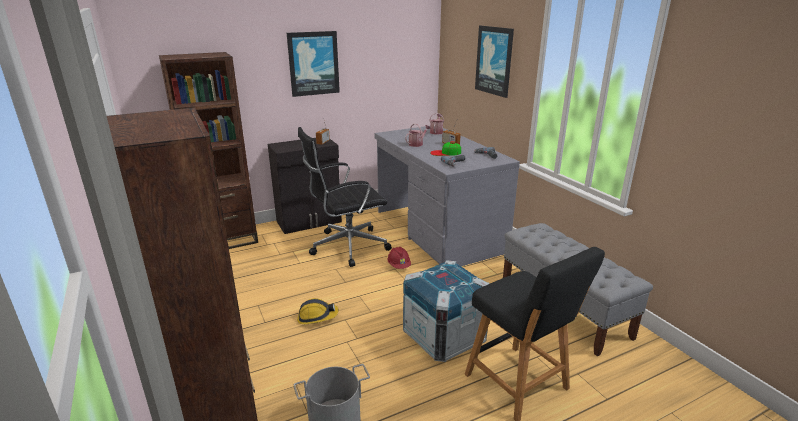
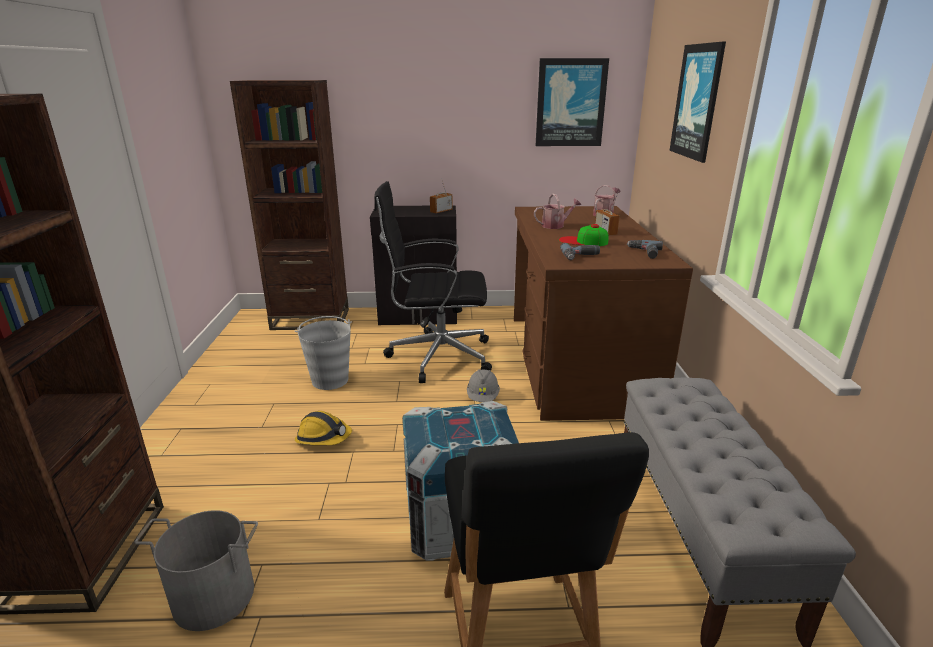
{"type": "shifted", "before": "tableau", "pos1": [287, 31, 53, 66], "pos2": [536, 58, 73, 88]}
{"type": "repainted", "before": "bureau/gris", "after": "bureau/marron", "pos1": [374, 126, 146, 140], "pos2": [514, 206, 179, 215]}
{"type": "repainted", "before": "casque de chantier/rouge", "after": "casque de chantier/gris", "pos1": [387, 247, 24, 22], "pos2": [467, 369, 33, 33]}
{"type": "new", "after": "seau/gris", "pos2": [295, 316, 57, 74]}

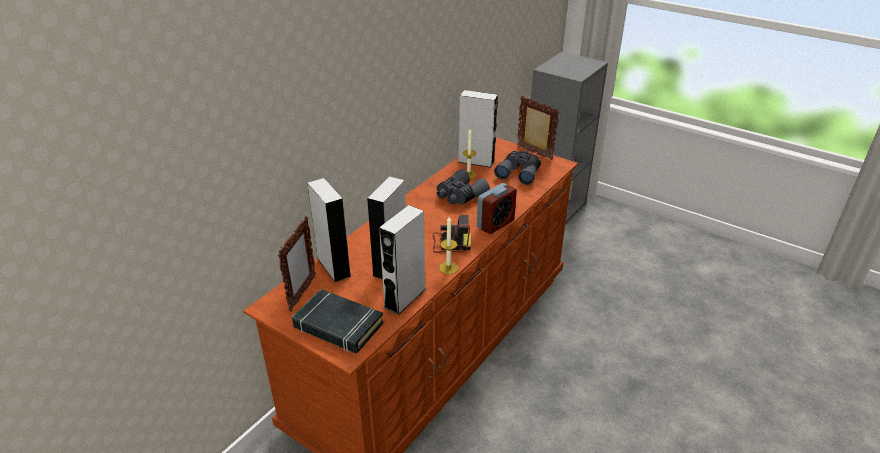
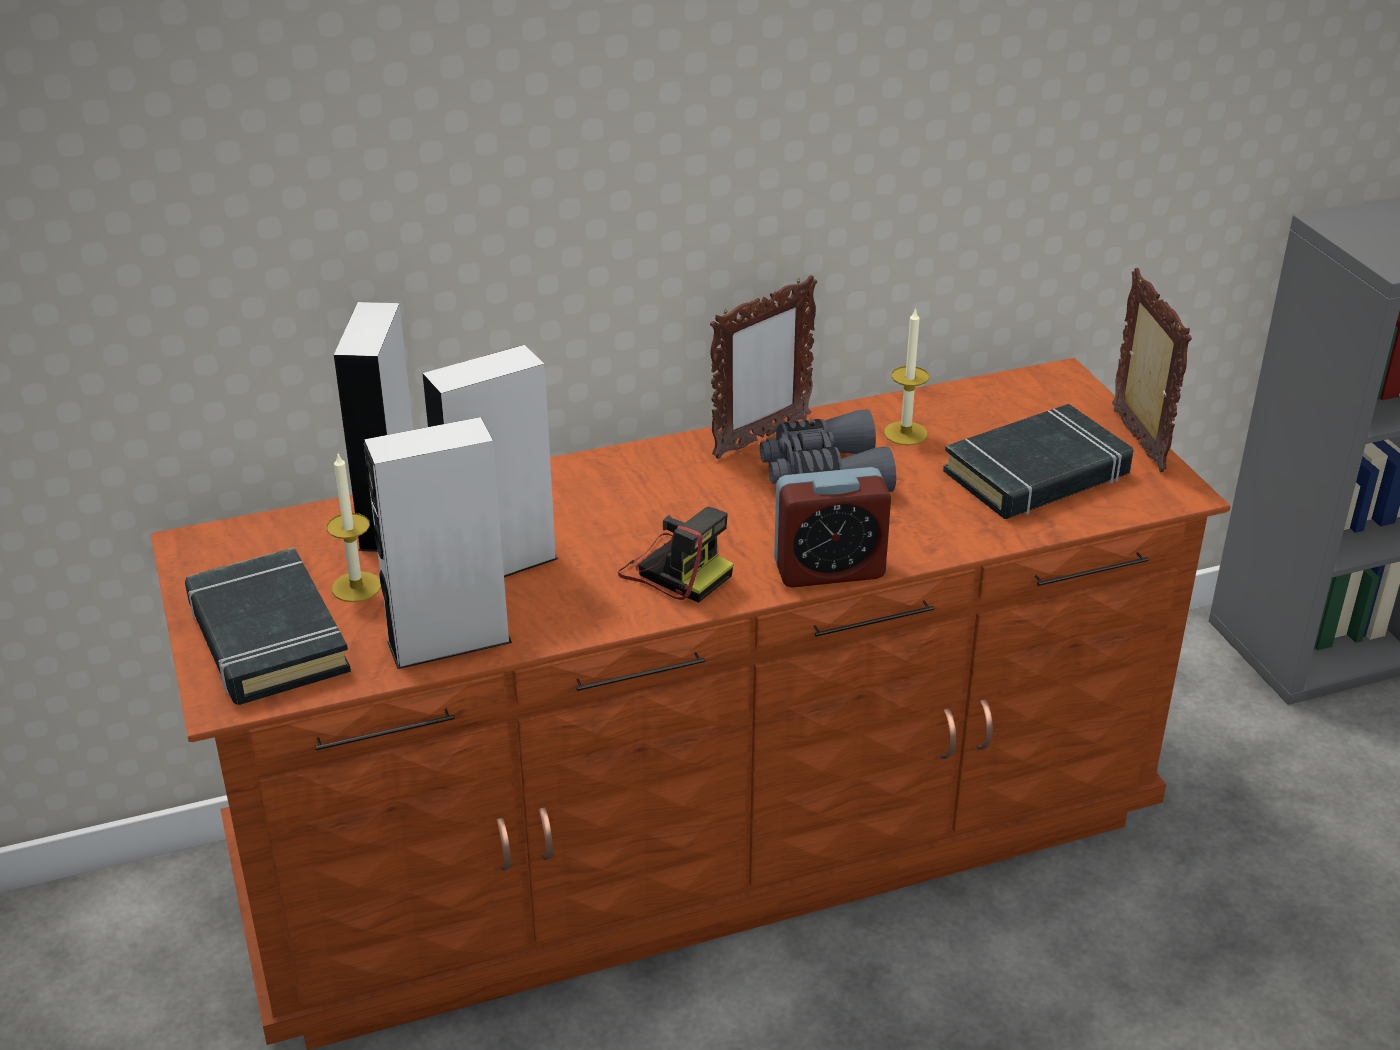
{"type": "gone", "before": "enceinte/gris", "pos1": [458, 90, 40, 78]}
{"type": "swapped", "before": "jumelles/gris", "after": "livre/noir", "pos1": [494, 151, 47, 34], "pos2": [943, 404, 191, 115]}
{"type": "shifted", "before": "cadre photo", "pos1": [278, 216, 38, 96], "pos2": [710, 275, 107, 184]}
{"type": "shifted", "before": "bougie", "pos1": [439, 217, 19, 57], "pos2": [327, 454, 54, 148]}

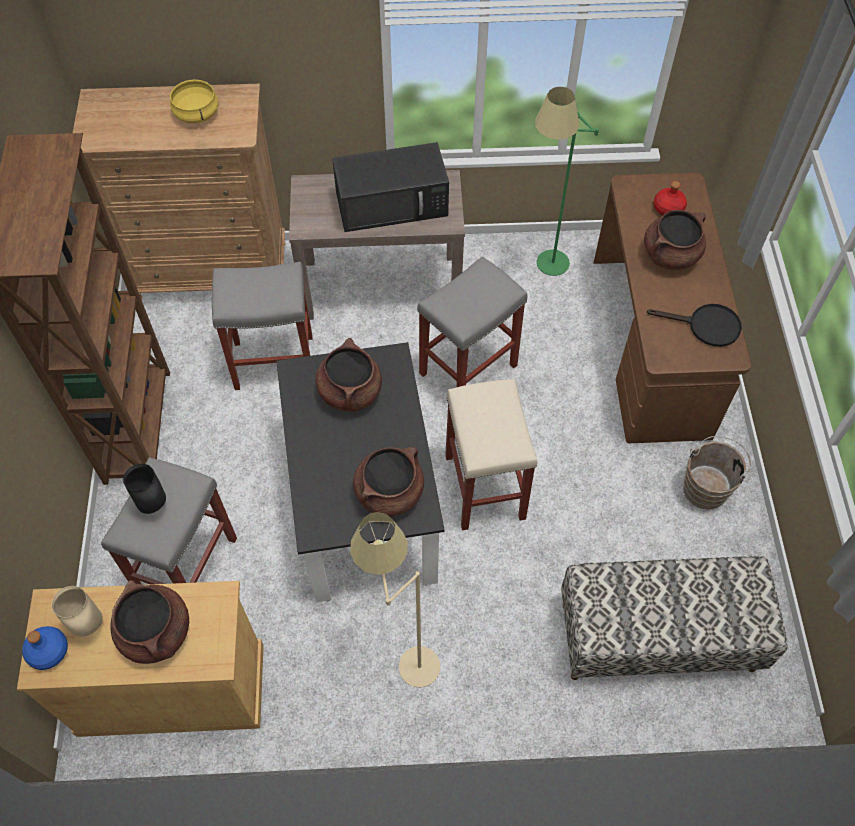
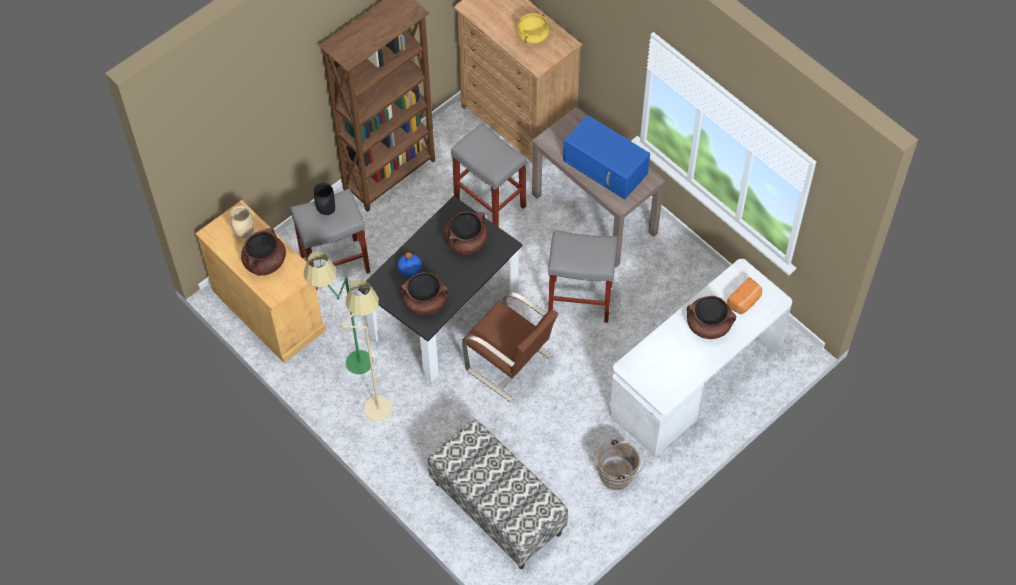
{"type": "shifted", "before": "lampadaire/vert", "pos1": [535, 87, 64, 189], "pos2": [304, 251, 69, 123]}
{"type": "repainted", "before": "micro-ondes/noir", "after": "micro-ondes/bleu", "pos1": [332, 142, 117, 90], "pos2": [563, 115, 87, 84]}
{"type": "repainted", "before": "bureau/marron", "after": "bureau/blanc", "pos1": [594, 173, 158, 270], "pos2": [609, 259, 183, 198]}
{"type": "swapped", "before": "bouteille/rouge", "after": "pain", "pos1": [654, 181, 33, 35], "pos2": [727, 278, 35, 36]}
{"type": "gone", "before": "poêle/noir", "pos1": [647, 304, 95, 43]}
{"type": "swapped", "before": "tabouret/beige", "after": "chaise/marron", "pos1": [445, 379, 92, 151], "pos2": [462, 292, 96, 110]}
{"type": "shifted", "before": "bouteille/bleu", "pos1": [22, 626, 46, 44], "pos2": [397, 252, 25, 25]}

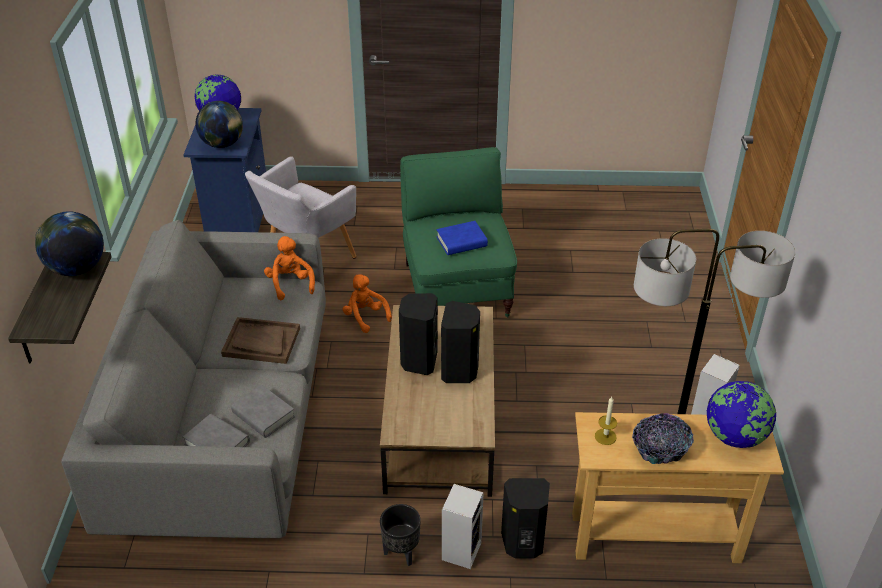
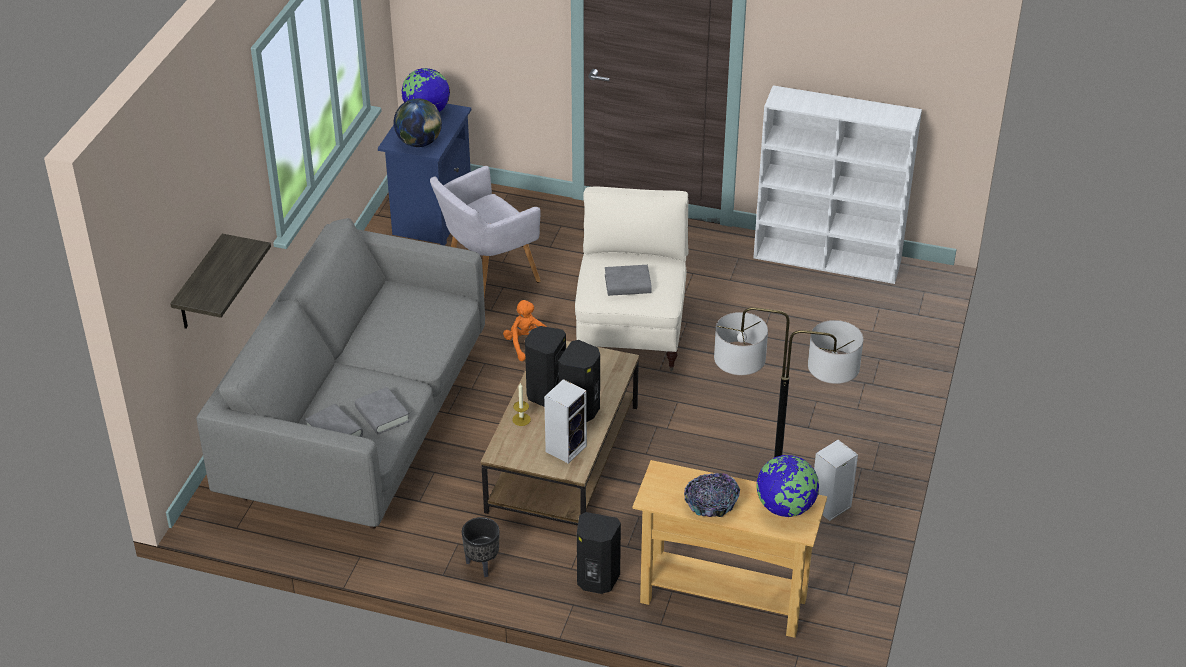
{"type": "repainted", "before": "fauteuil/vert", "after": "fauteuil/beige", "pos1": [400, 147, 117, 170], "pos2": [575, 186, 114, 185]}
{"type": "gone", "before": "globe", "pos1": [35, 211, 69, 65]}
{"type": "repainted", "before": "livre/bleu", "after": "livre/gris", "pos1": [437, 221, 51, 34], "pos2": [605, 265, 47, 31]}
{"type": "gone", "before": "peluche/orange", "pos1": [264, 236, 51, 64]}
{"type": "gone", "before": "plateau/marron", "pos1": [221, 317, 79, 47]}
{"type": "shifted", "before": "bougie", "pos1": [595, 397, 22, 48], "pos2": [512, 383, 19, 43]}
{"type": "shifted", "before": "enceinte", "pos1": [442, 484, 42, 85], "pos2": [544, 379, 43, 85]}
{"type": "new", "after": "bibliothèque/blanc", "pos2": [753, 85, 169, 199]}

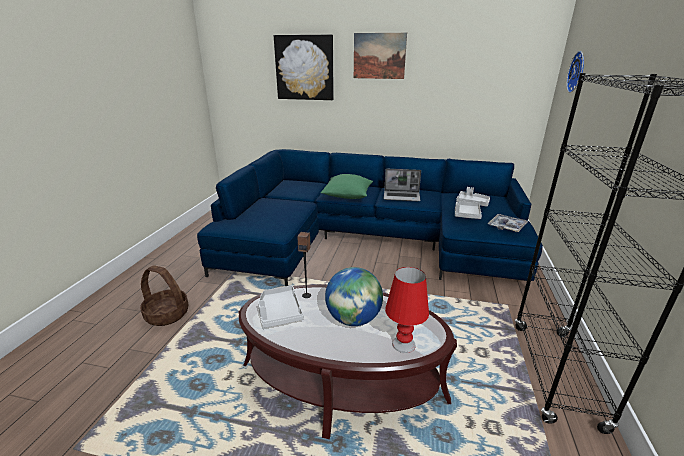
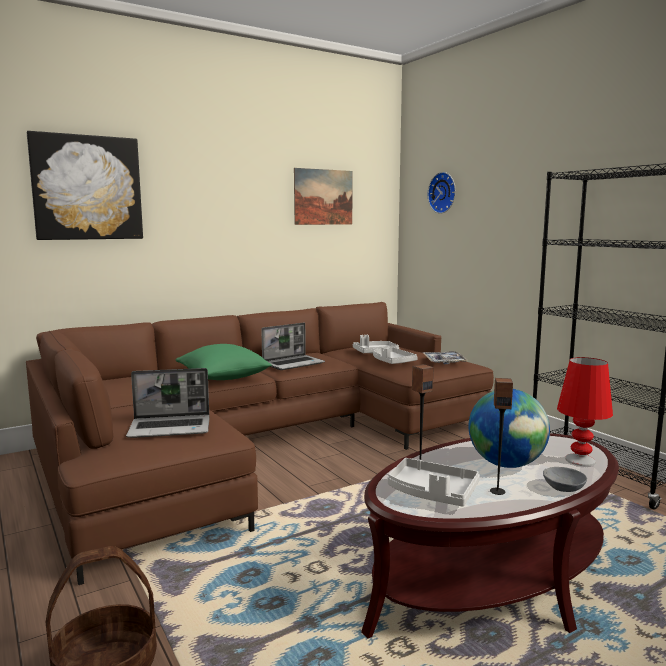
{"type": "shifted", "before": "tableau", "pos1": [354, 33, 53, 46], "pos2": [294, 168, 59, 57]}
{"type": "repainted", "before": "canapé/bleu", "after": "canapé/marron", "pos1": [197, 149, 346, 141], "pos2": [26, 302, 468, 283]}
{"type": "new", "after": "ordinateur portable", "pos2": [126, 368, 84, 70]}
{"type": "new", "after": "enceinte", "pos2": [490, 378, 23, 117]}
{"type": "new", "after": "bol/gris", "pos2": [543, 467, 44, 25]}

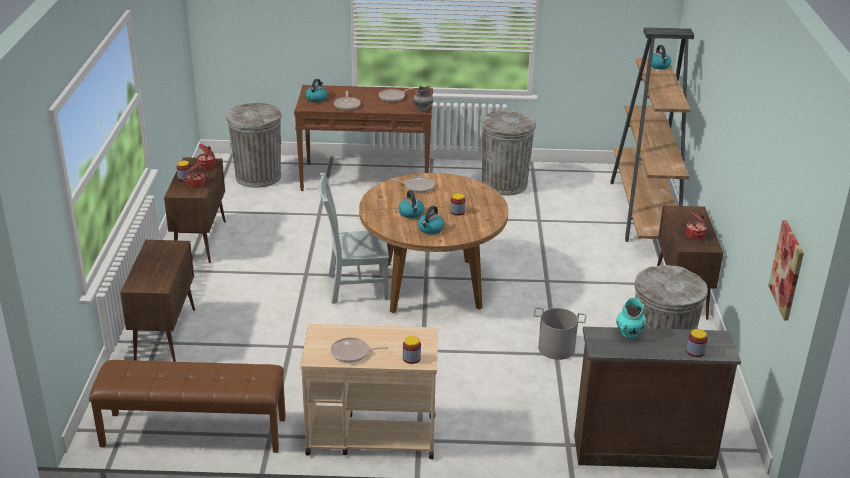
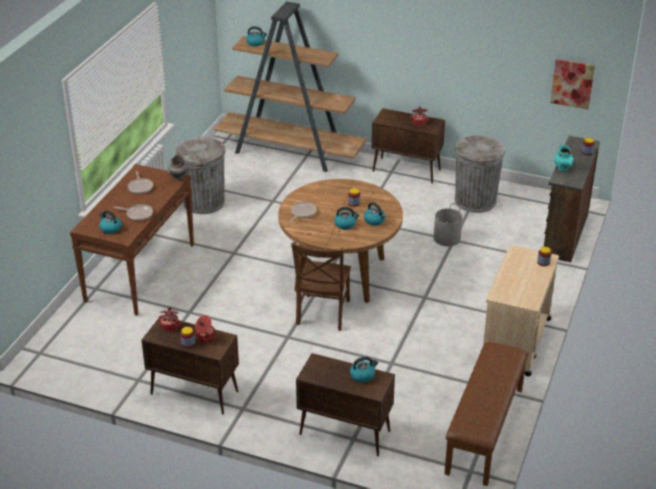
{"type": "gone", "before": "poubelle/gris", "pos1": [226, 103, 56, 85]}
{"type": "repainted", "before": "chaise/gris", "after": "chaise/marron", "pos1": [319, 173, 70, 131], "pos2": [291, 242, 60, 89]}
{"type": "gone", "before": "poêle", "pos1": [330, 337, 58, 26]}
{"type": "new", "after": "bouilloire", "pos2": [350, 357, 28, 26]}

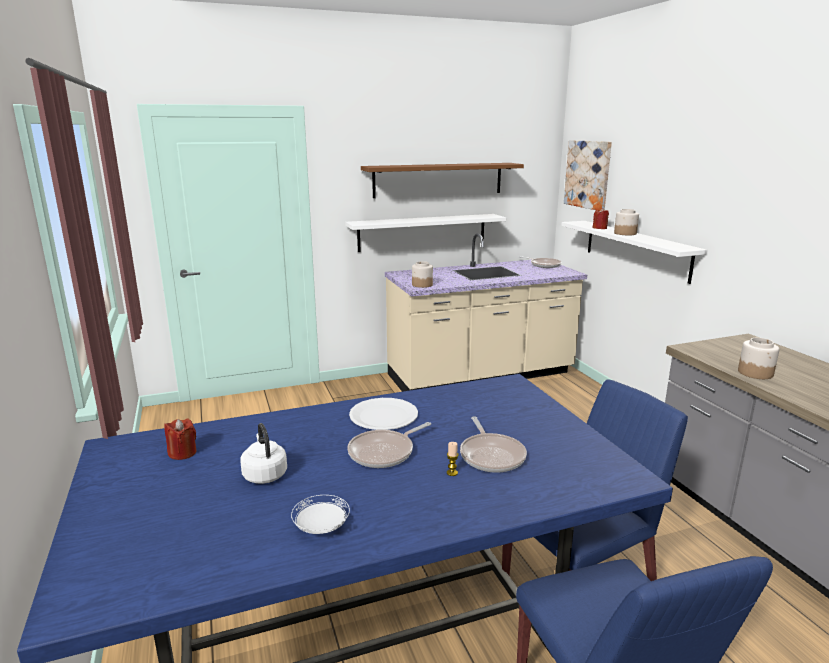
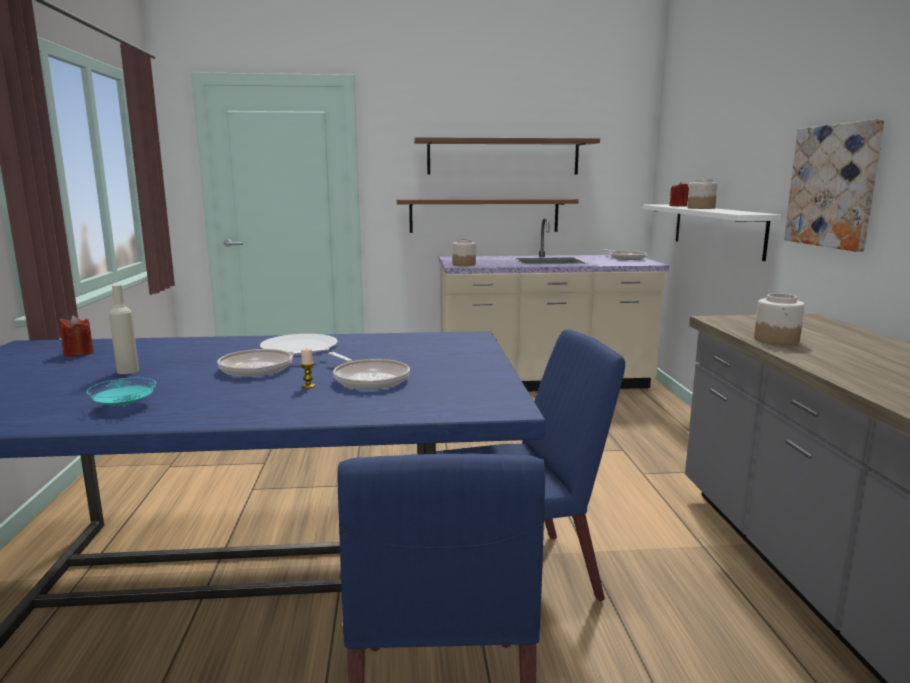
{"type": "shifted", "before": "tableau", "pos1": [564, 140, 48, 71], "pos2": [784, 119, 100, 133]}
{"type": "repainted", "before": "étagère/blanc", "after": "étagère/marron", "pos1": [346, 214, 160, 38], "pos2": [397, 198, 181, 35]}
{"type": "rotated", "before": "poêle", "pos1": [460, 416, 67, 57], "pos2": [328, 352, 82, 38], "turn": -45}
{"type": "swapped", "before": "bouilloire/blanc", "after": "bouteille/beige", "pos1": [240, 423, 47, 61], "pos2": [109, 285, 30, 89]}
{"type": "repainted", "before": "assiette/blanc", "after": "assiette/turquoise", "pos1": [291, 495, 59, 39], "pos2": [87, 378, 69, 29]}

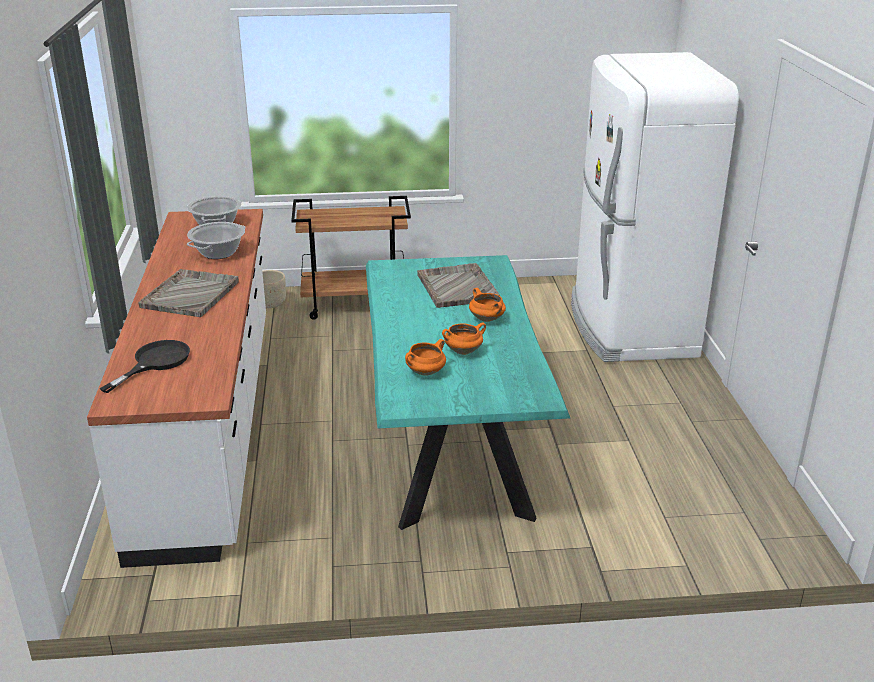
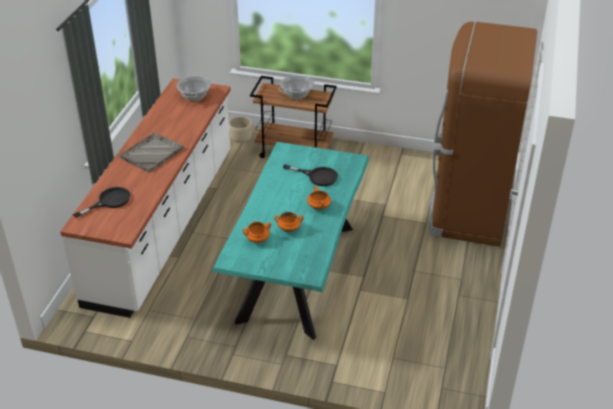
{"type": "repainted", "before": "réfrigérateur/blanc", "after": "réfrigérateur/marron", "pos1": [571, 52, 168, 310], "pos2": [429, 22, 108, 225]}
{"type": "shifted", "before": "marmite", "pos1": [187, 222, 59, 37], "pos2": [278, 75, 37, 25]}
{"type": "swapped", "before": "plateau/gris", "after": "poêle/noir", "pos1": [417, 263, 83, 45], "pos2": [283, 165, 55, 21]}

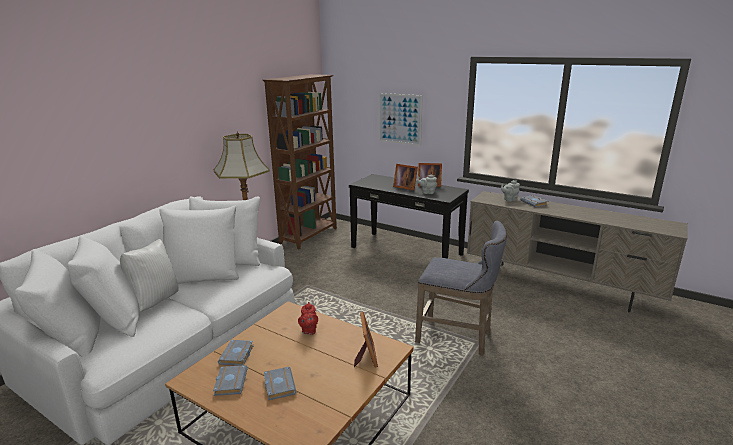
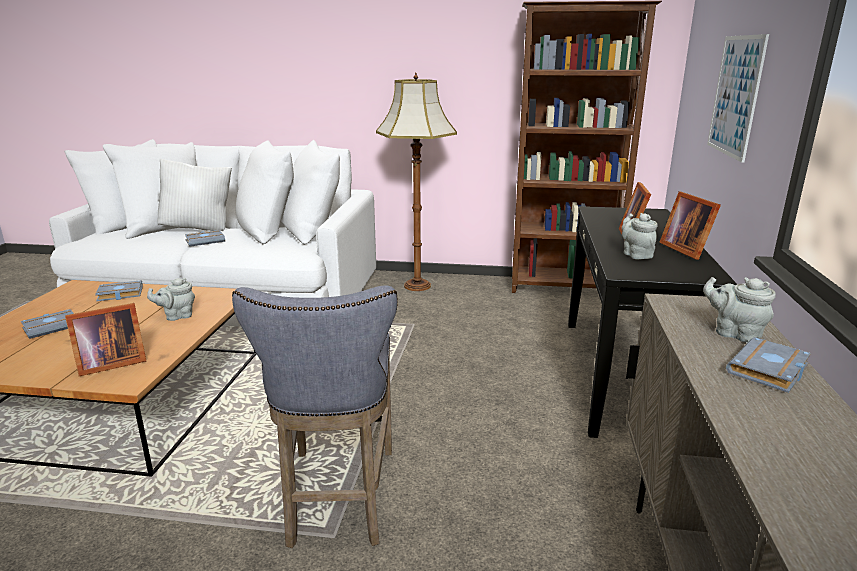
{"type": "repainted", "before": "théière/rouge", "after": "théière/gris", "pos1": [298, 302, 20, 33], "pos2": [147, 278, 48, 43]}
{"type": "shifted", "before": "livre/gris", "pos1": [213, 365, 35, 31], "pos2": [185, 230, 40, 17]}

